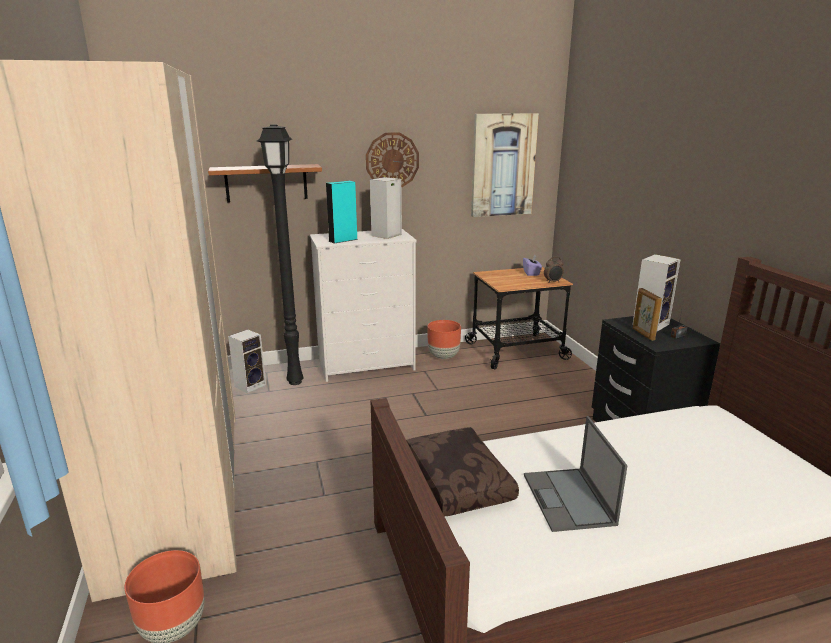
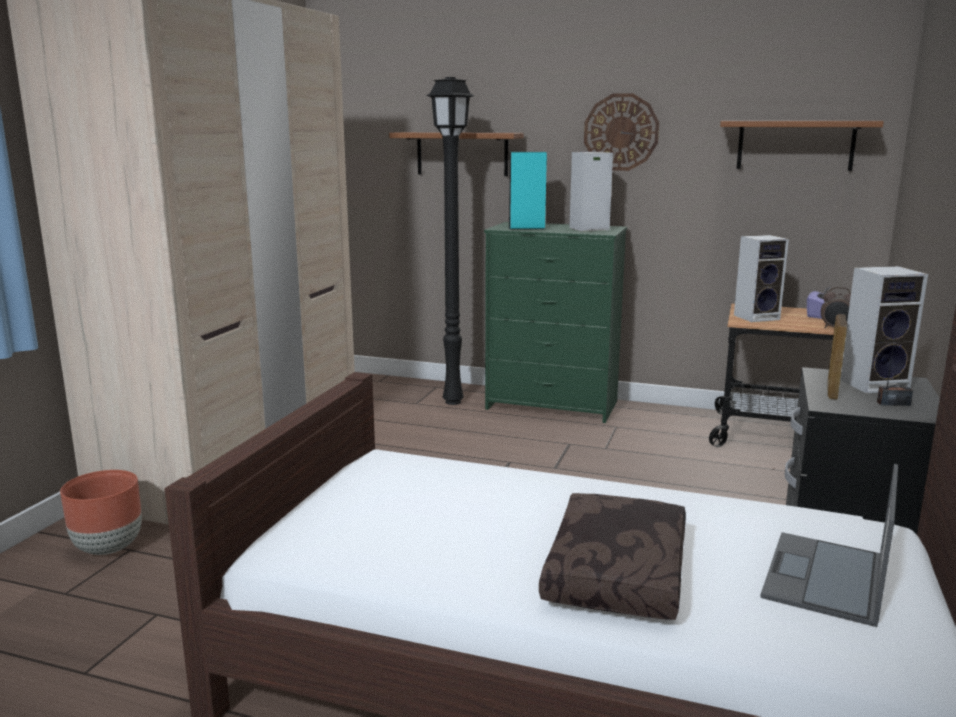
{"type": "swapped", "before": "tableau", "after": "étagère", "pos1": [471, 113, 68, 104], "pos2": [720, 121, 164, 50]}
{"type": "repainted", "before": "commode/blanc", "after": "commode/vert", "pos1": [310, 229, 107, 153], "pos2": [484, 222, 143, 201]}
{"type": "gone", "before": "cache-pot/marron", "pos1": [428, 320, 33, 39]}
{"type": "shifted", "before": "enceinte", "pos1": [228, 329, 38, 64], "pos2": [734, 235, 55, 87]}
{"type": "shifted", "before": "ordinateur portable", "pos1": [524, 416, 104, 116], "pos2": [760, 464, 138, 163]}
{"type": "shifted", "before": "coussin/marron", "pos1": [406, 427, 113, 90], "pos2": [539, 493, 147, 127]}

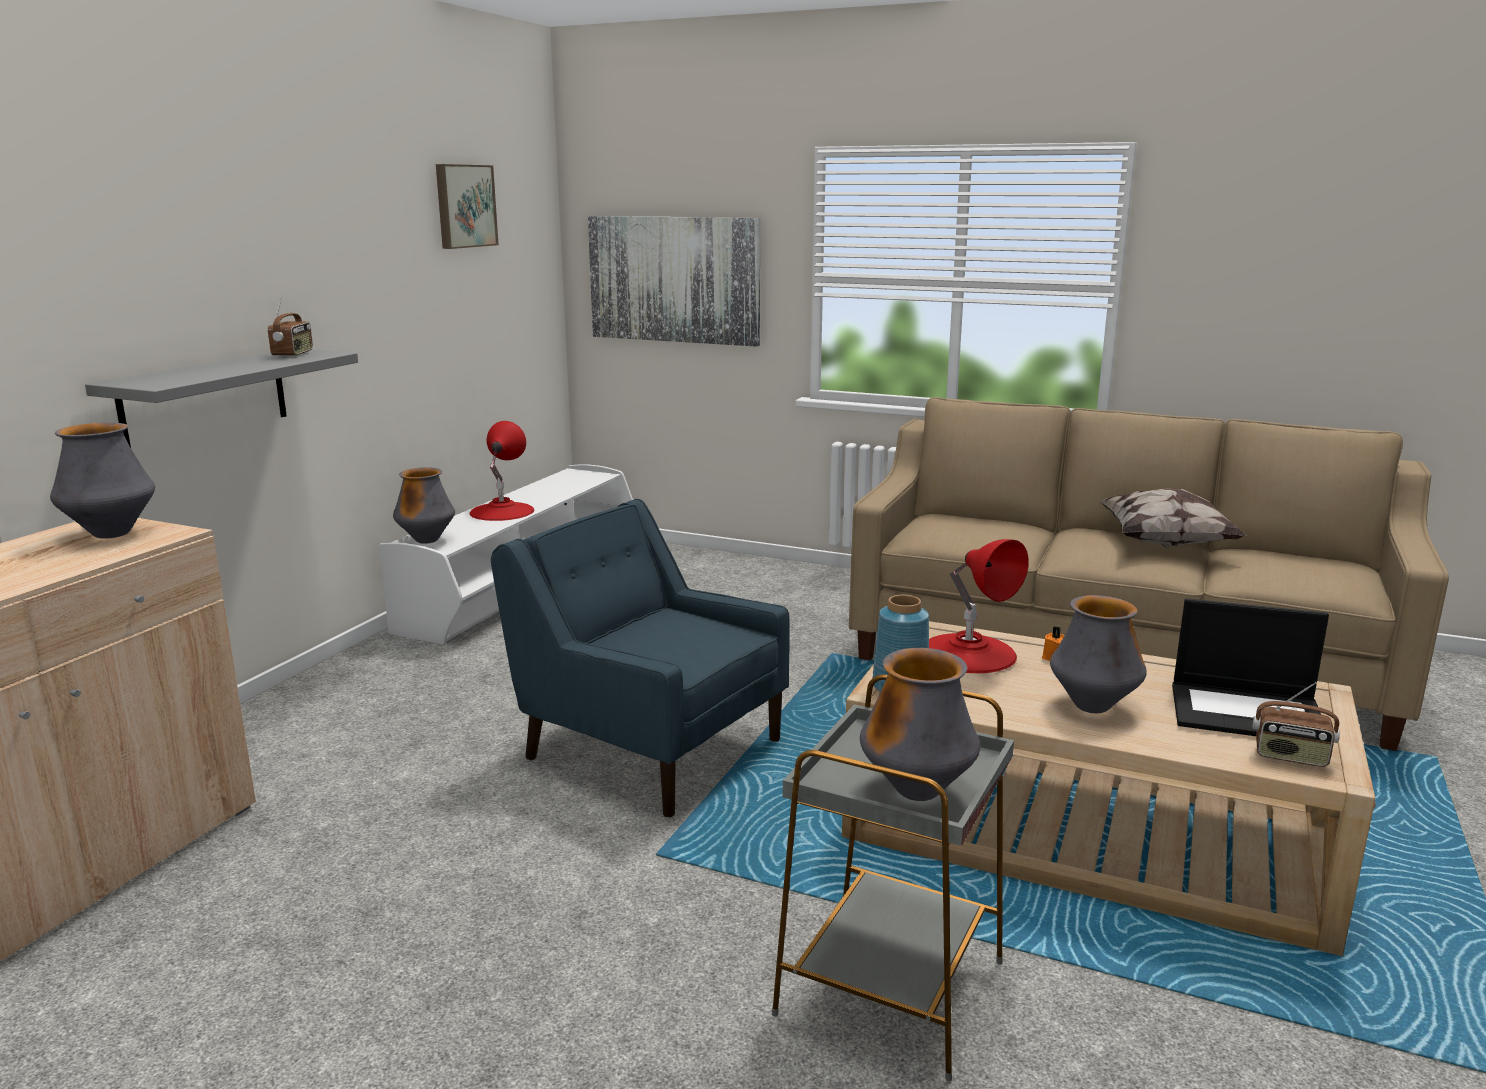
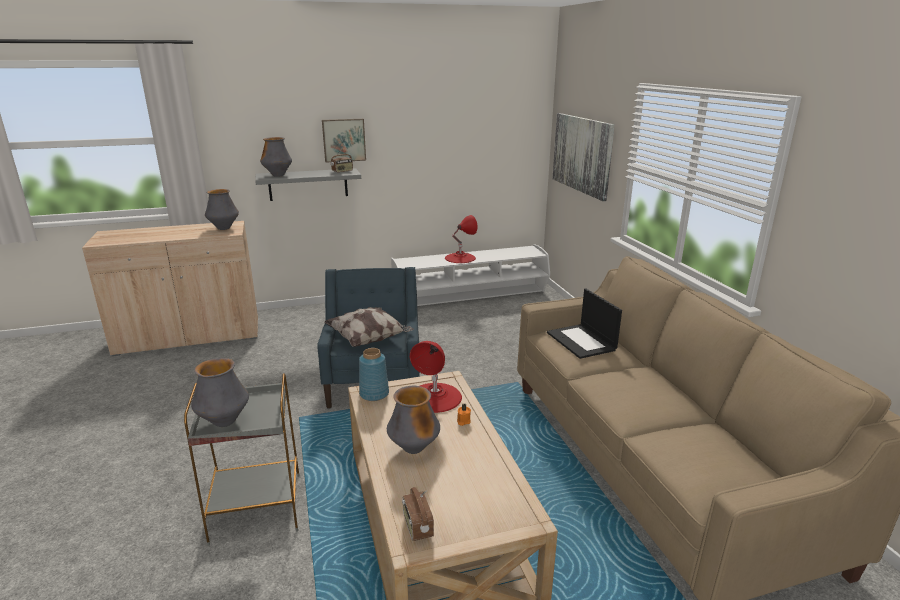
{"type": "shifted", "before": "tableau", "pos1": [436, 164, 63, 85], "pos2": [322, 119, 44, 44]}
{"type": "shifted", "before": "vase", "pos1": [393, 467, 62, 77], "pos2": [260, 137, 32, 40]}
{"type": "shifted", "before": "coussin", "pos1": [1098, 488, 149, 60], "pos2": [324, 307, 90, 40]}
{"type": "shifted", "before": "ordinateur portable", "pos1": [1172, 598, 157, 138], "pos2": [547, 289, 75, 70]}

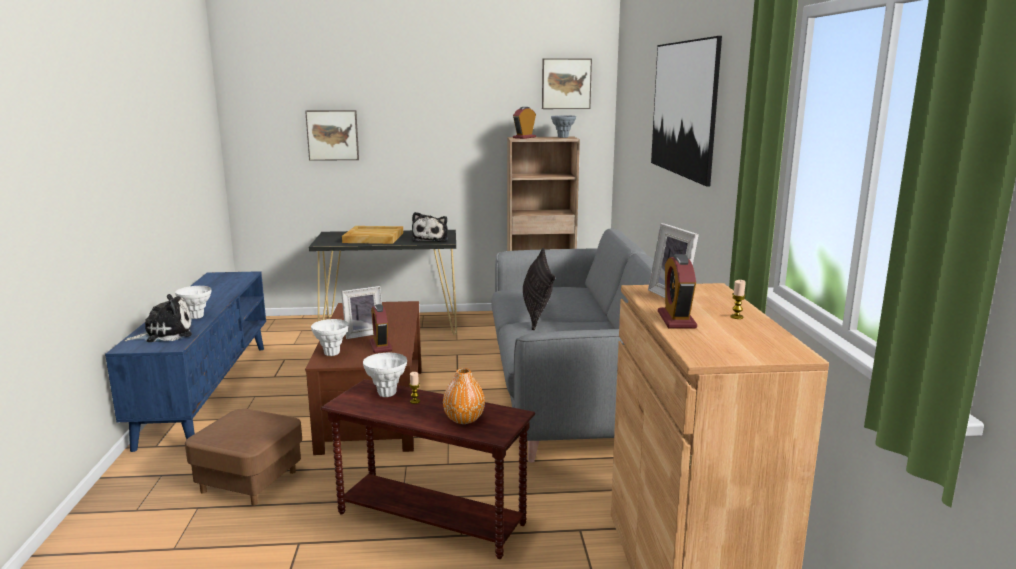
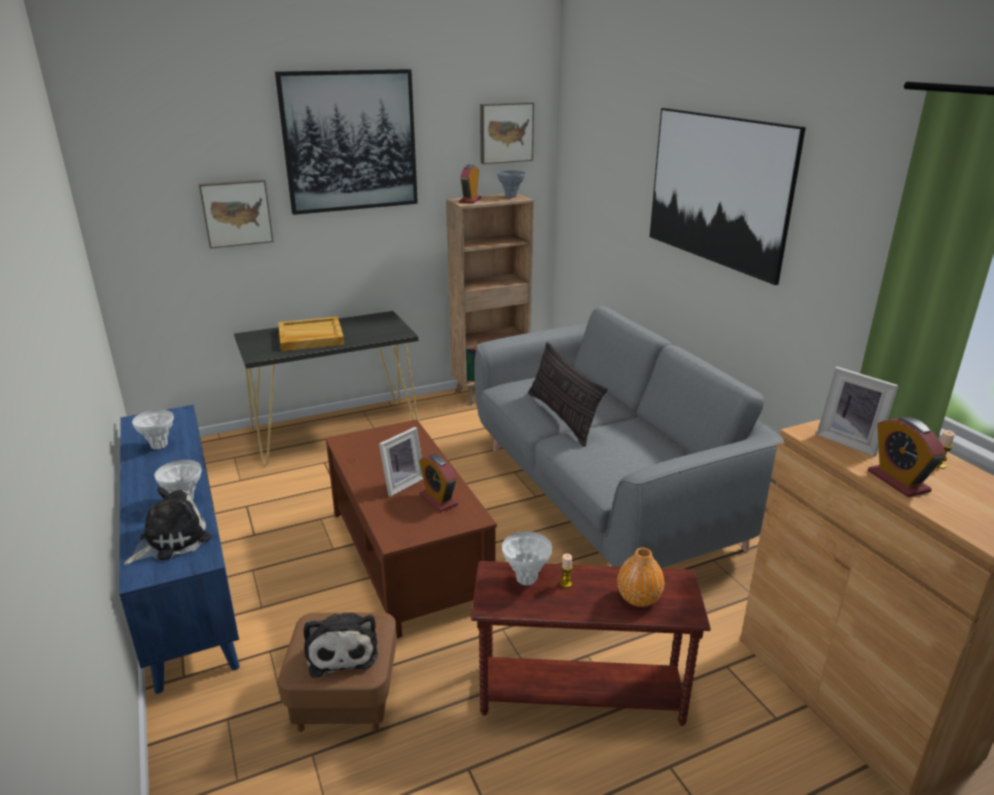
{"type": "shifted", "before": "peluche", "pos1": [412, 212, 36, 29], "pos2": [303, 613, 75, 64]}
{"type": "shifted", "before": "vase/blanc", "pos1": [311, 319, 38, 37], "pos2": [132, 409, 42, 40]}
{"type": "new", "after": "tableau", "pos2": [275, 69, 143, 146]}

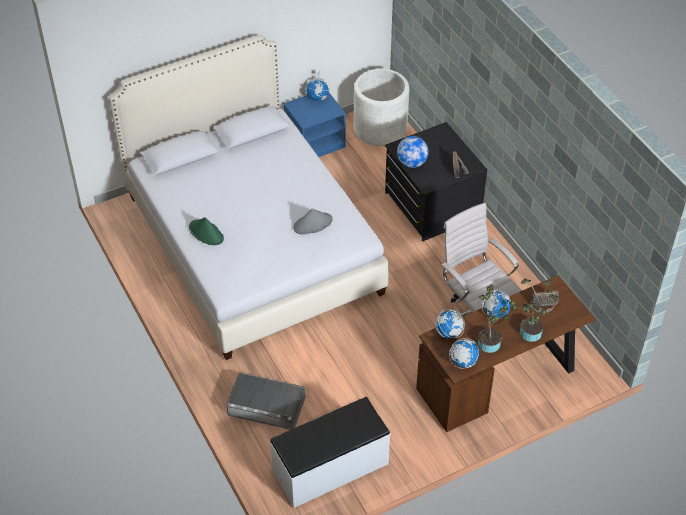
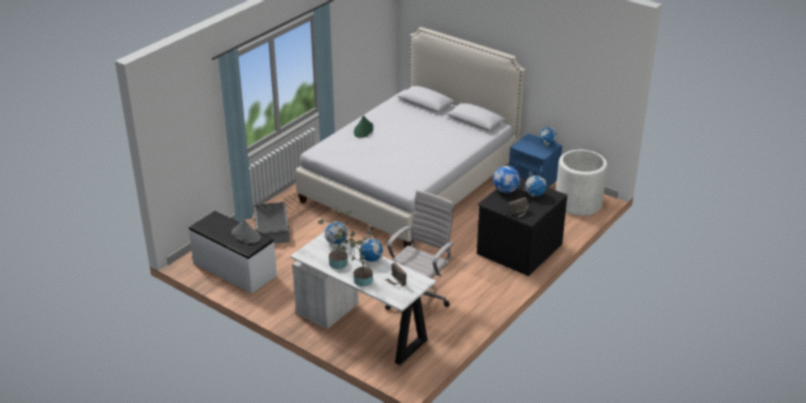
{"type": "shifted", "before": "chapeau/gris", "pos1": [293, 209, 39, 26], "pos2": [232, 219, 29, 24]}
{"type": "repainted", "before": "bureau/marron", "after": "bureau/blanc", "pos1": [416, 275, 179, 157], "pos2": [290, 231, 146, 134]}
{"type": "shifted", "before": "globe", "pos1": [449, 338, 30, 31], "pos2": [524, 171, 23, 26]}

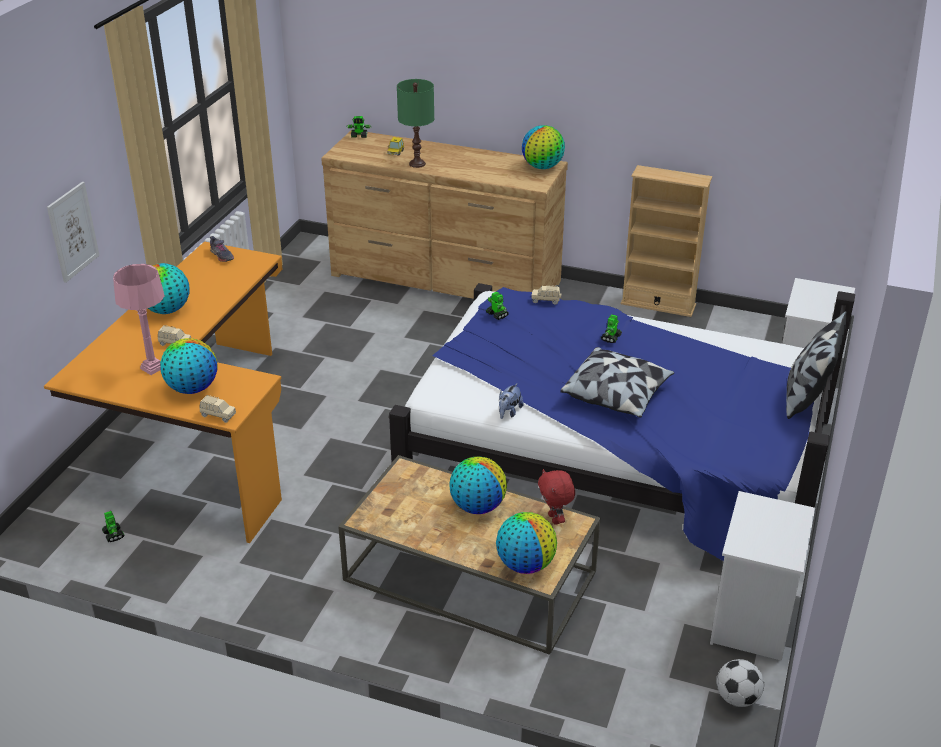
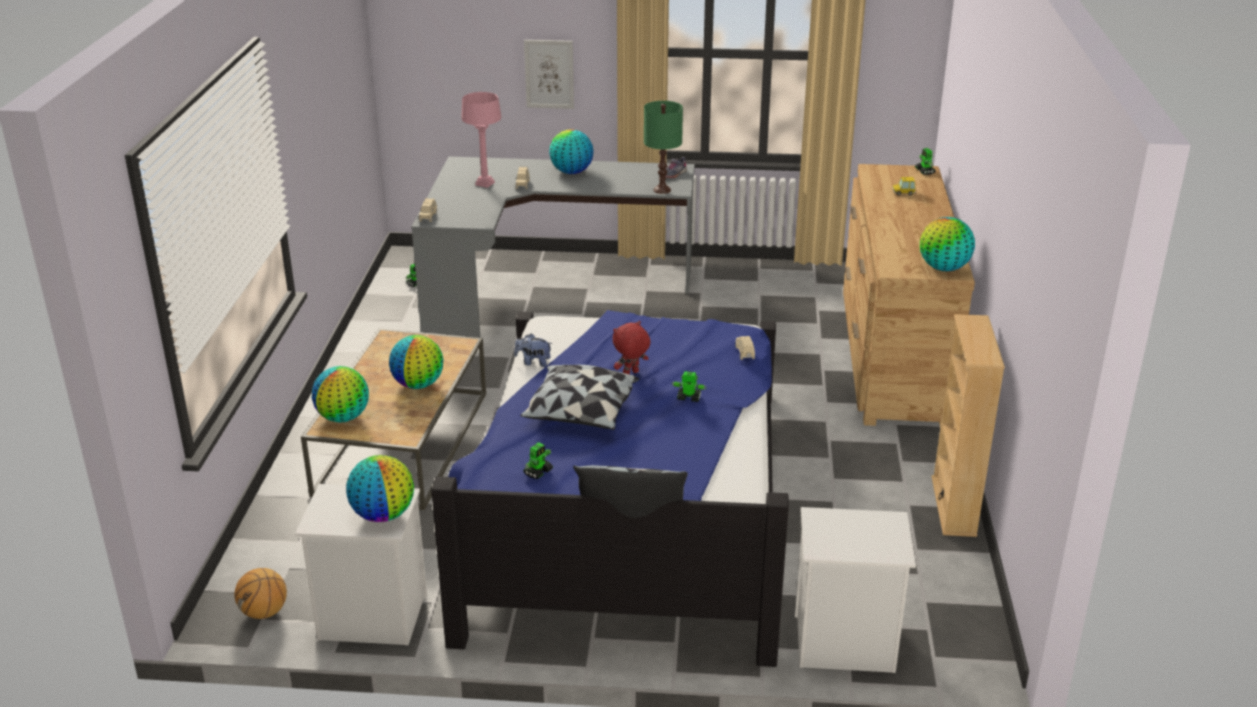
{"type": "shifted", "before": "lampe de table/vert", "pos1": [397, 79, 37, 89], "pos2": [644, 101, 39, 93]}
{"type": "repainted", "before": "bureau/orange", "after": "bureau/gris", "pos1": [44, 241, 239, 302], "pos2": [411, 157, 284, 181]}
{"type": "shifted", "before": "robot jouet", "pos1": [486, 292, 23, 28], "pos2": [523, 442, 30, 37]}
{"type": "shifted", "before": "globe", "pos1": [160, 338, 57, 56], "pos2": [346, 455, 68, 67]}
{"type": "shifted", "before": "peluche/rouge", "pos1": [538, 469, 37, 56], "pos2": [613, 321, 38, 54]}
{"type": "swapped", "before": "ballon de foot", "after": "ballon de basket", "pos1": [717, 659, 47, 48], "pos2": [235, 568, 52, 51]}

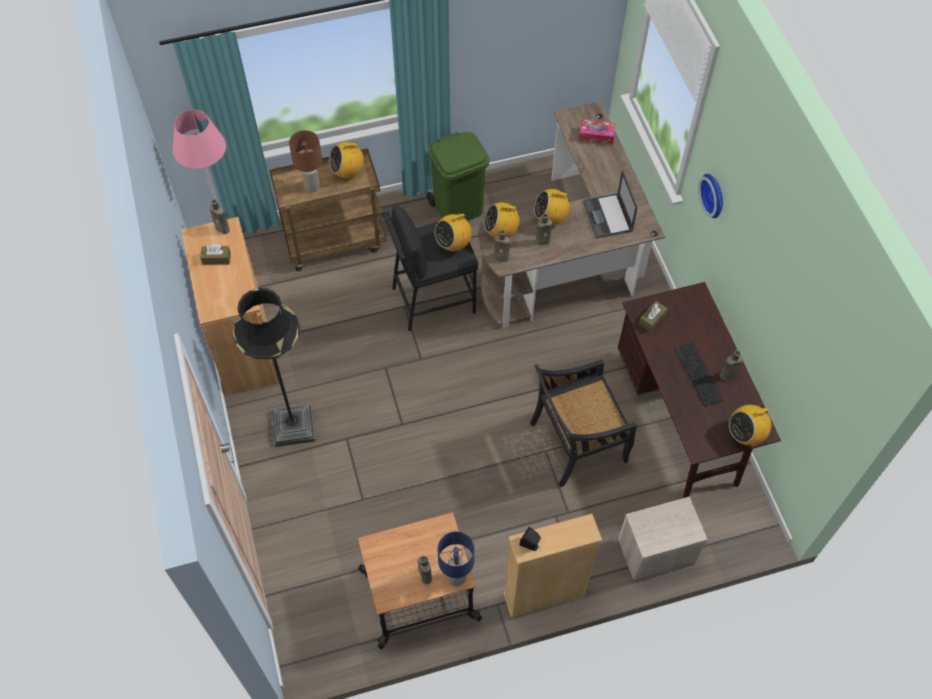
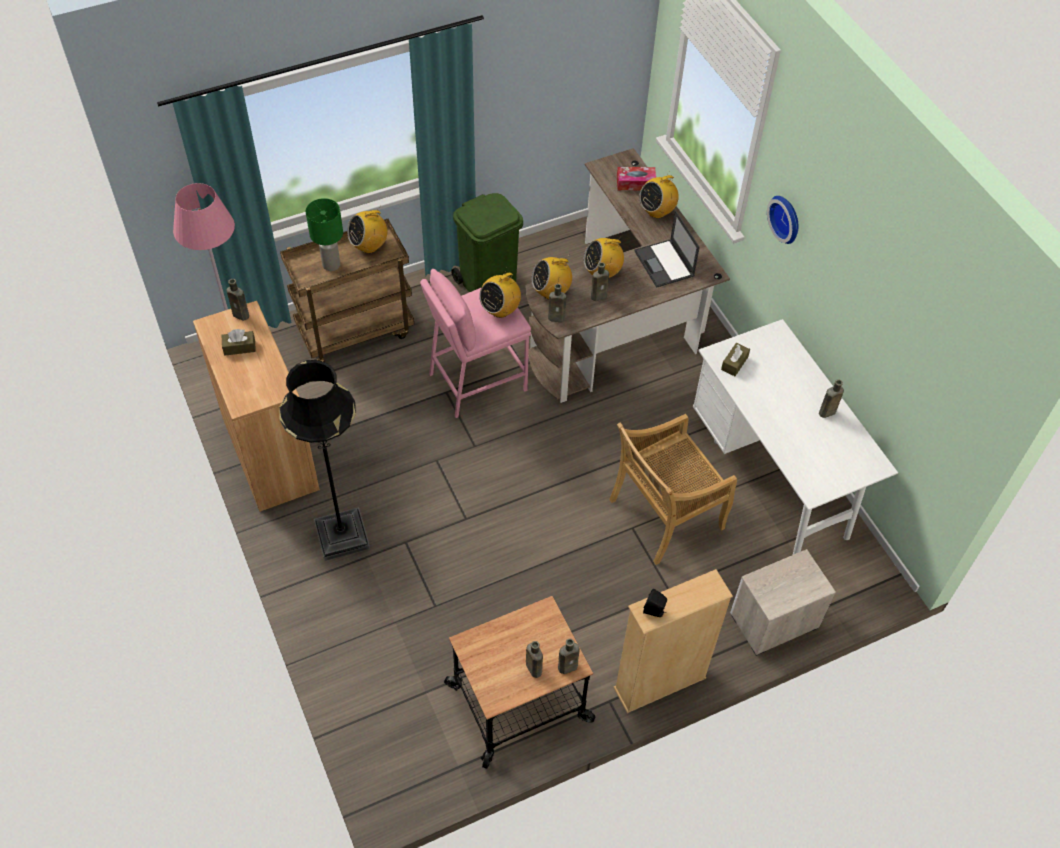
{"type": "repainted", "before": "lampe de table/marron", "after": "lampe de table/vert", "pos1": [289, 130, 33, 62], "pos2": [306, 198, 37, 73]}
{"type": "repainted", "before": "tabouret/noir", "after": "tabouret/rose", "pos1": [383, 204, 95, 127], "pos2": [420, 269, 111, 149]}
{"type": "repainted", "before": "bureau/marron", "after": "bureau/blanc", "pos1": [617, 282, 164, 216], "pos2": [693, 319, 205, 236]}
{"type": "gone", "before": "clavier", "pos1": [675, 342, 48, 65]}
{"type": "repainted", "before": "chaise/noir", "after": "chaise/beige", "pos1": [530, 359, 107, 128], "pos2": [609, 414, 128, 151]}
{"type": "shifted", "before": "radio", "pos1": [729, 399, 43, 47], "pos2": [639, 175, 40, 43]}
{"type": "swapped", "before": "lampe de table/bleu", "after": "bouteille/marron", "pos1": [438, 531, 36, 55], "pos2": [558, 639, 22, 35]}

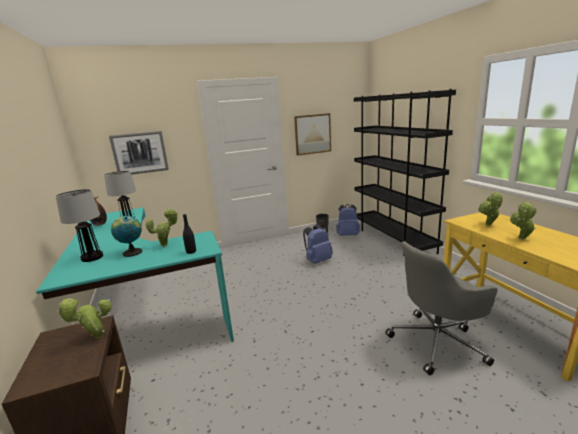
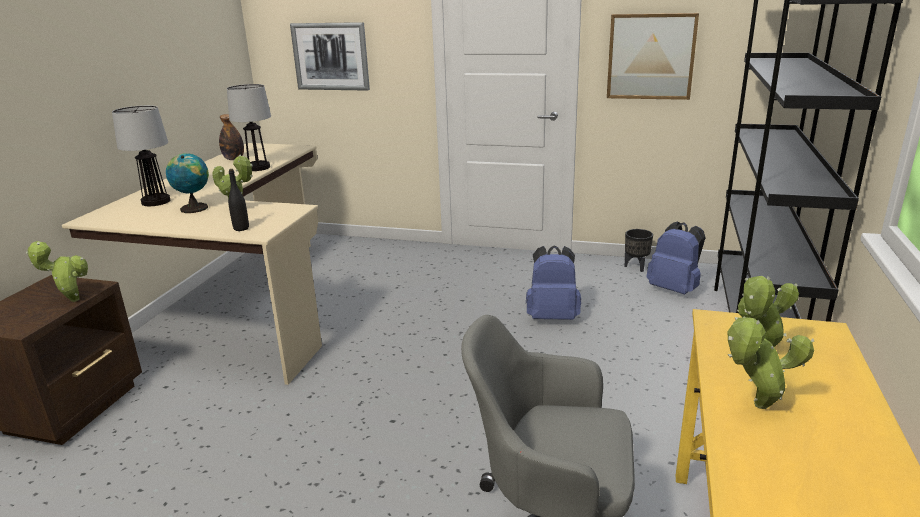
{"type": "repainted", "before": "bureau/turquoise", "after": "bureau/beige", "pos1": [36, 207, 198, 135], "pos2": [62, 143, 260, 242]}

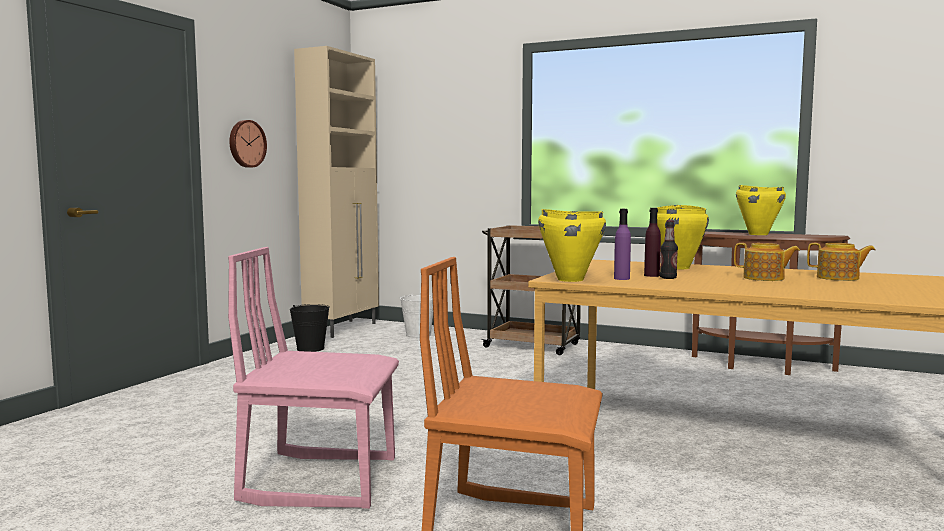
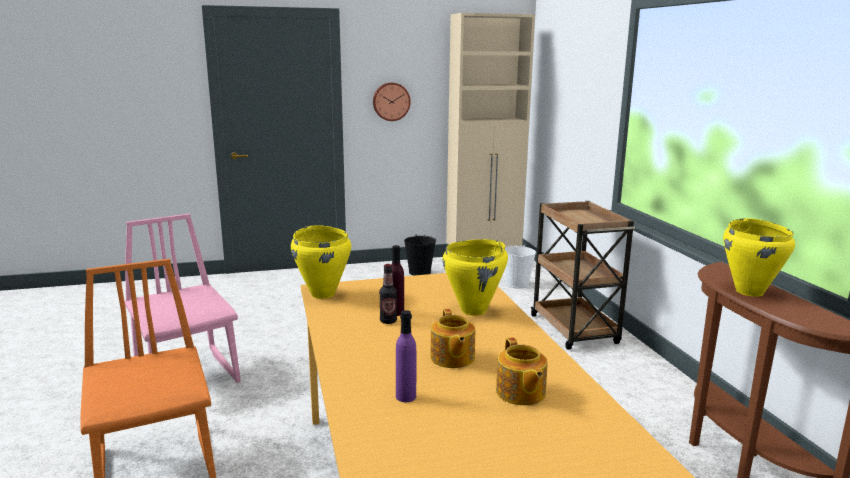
{"type": "shifted", "before": "bouteille/violet", "pos1": [614, 209, 17, 71], "pos2": [396, 310, 21, 92]}

